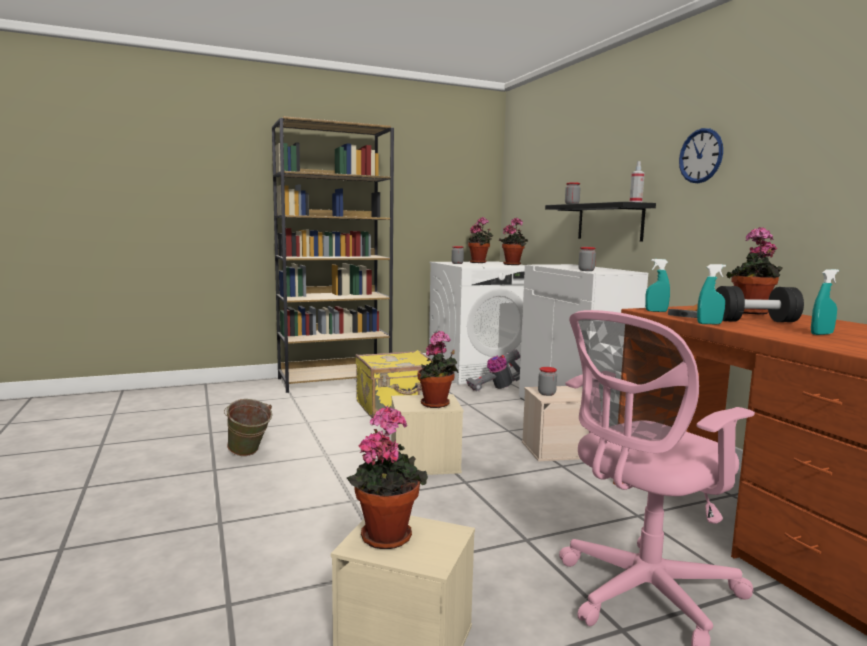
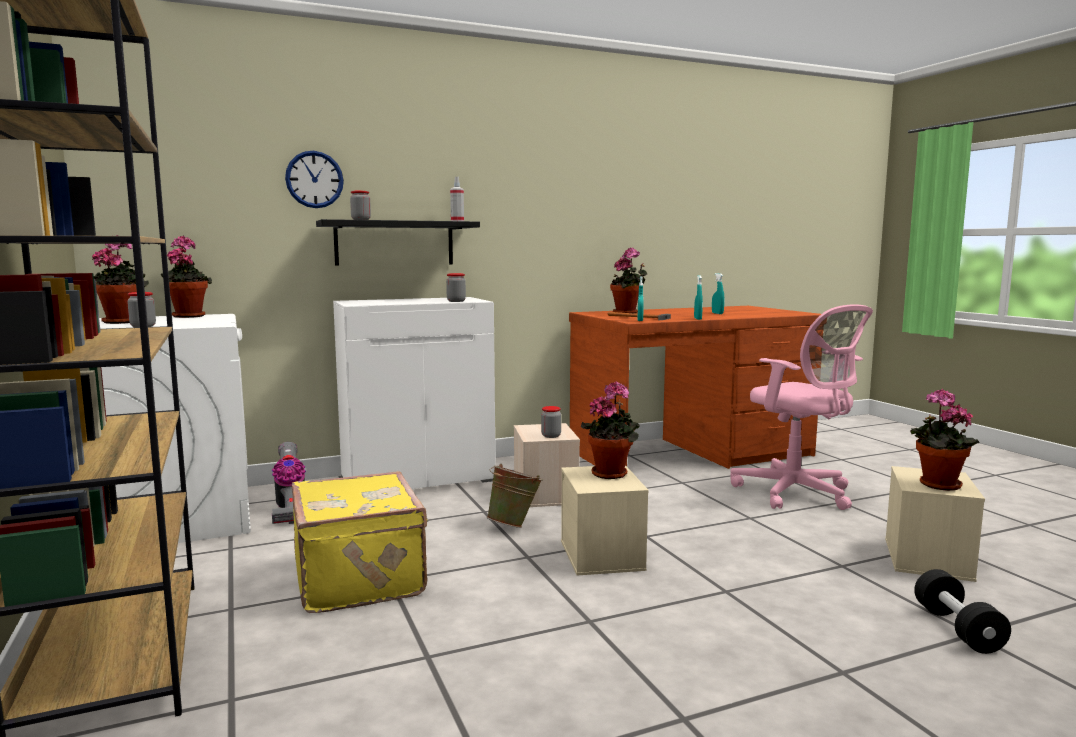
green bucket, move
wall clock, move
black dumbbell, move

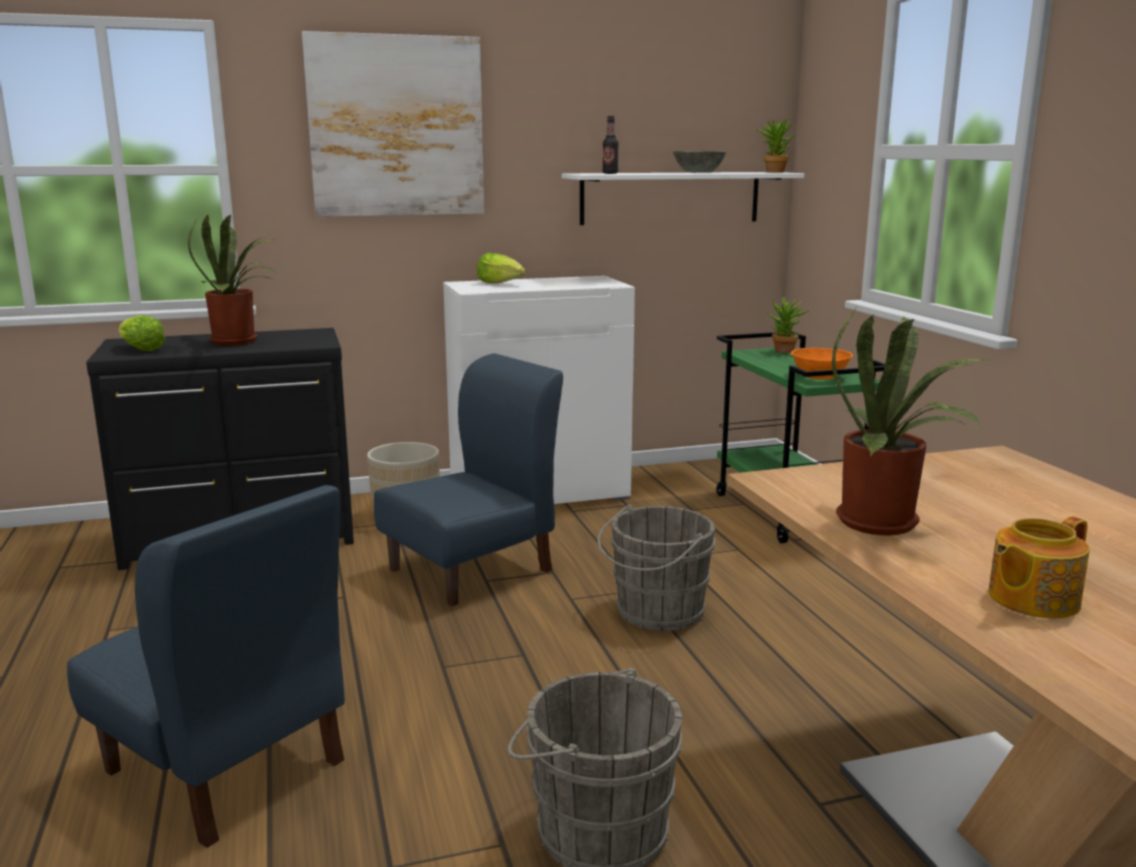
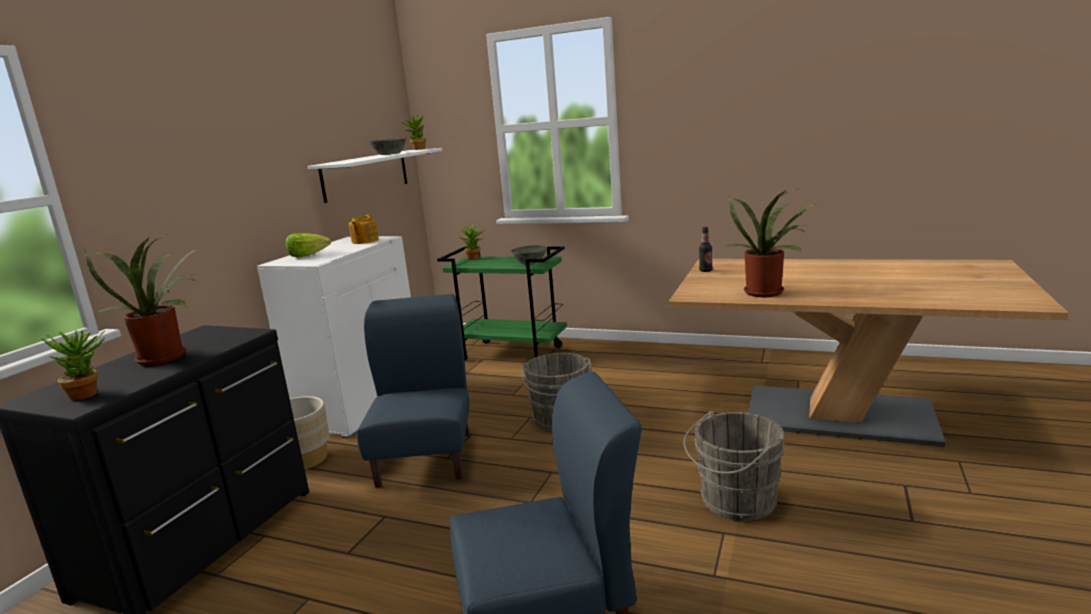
lettuce (1st from left) → potted plant (1st from left)
picture → -
bottle, move
orange bowl → grey bowl (2nd from left)
teapot, move

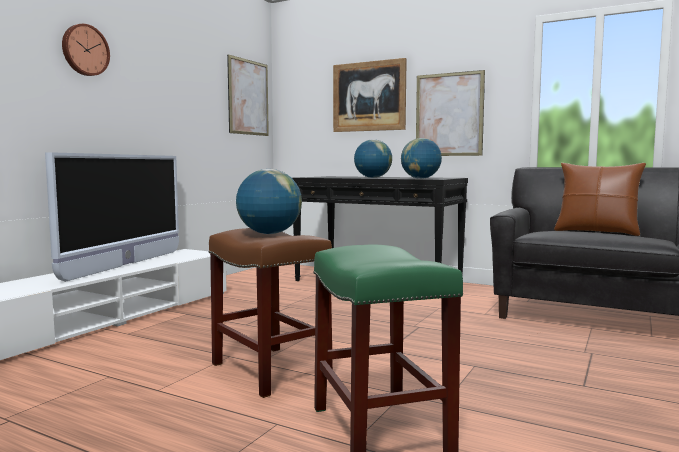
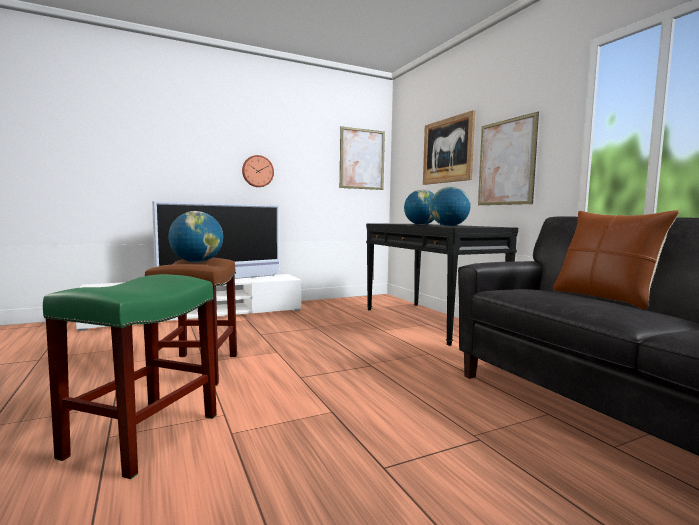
wall clock, move

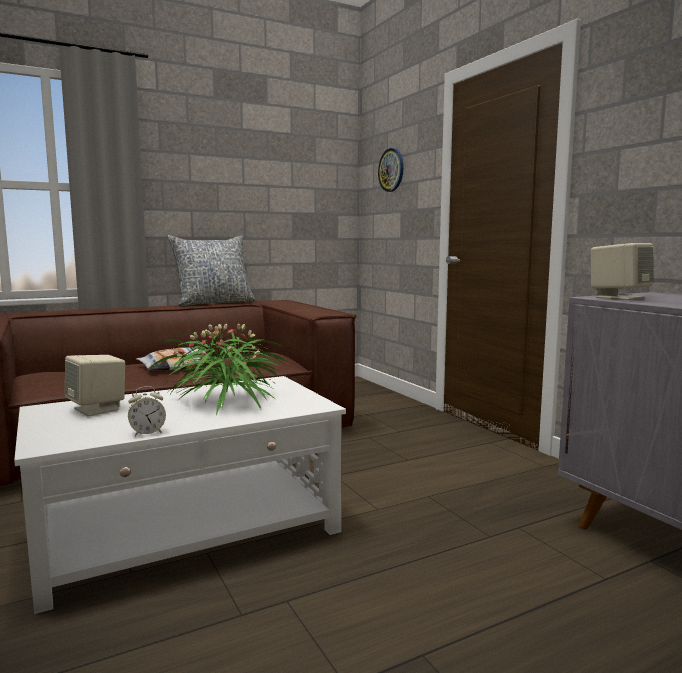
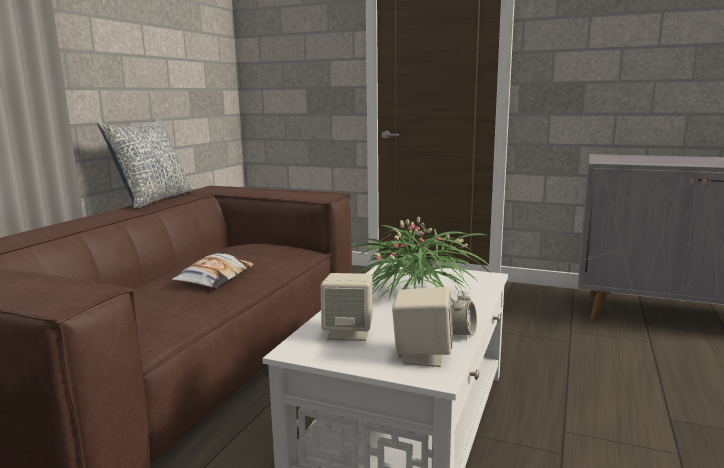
wall clock → -
beige speaker (2nd from left), move

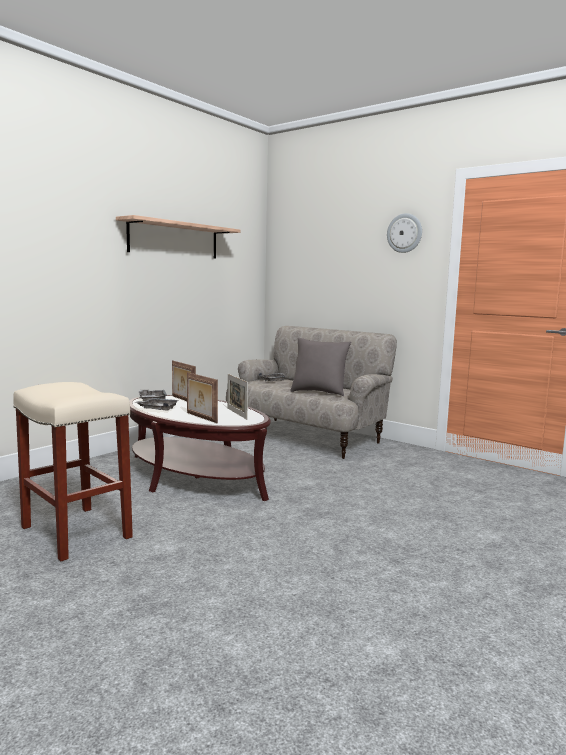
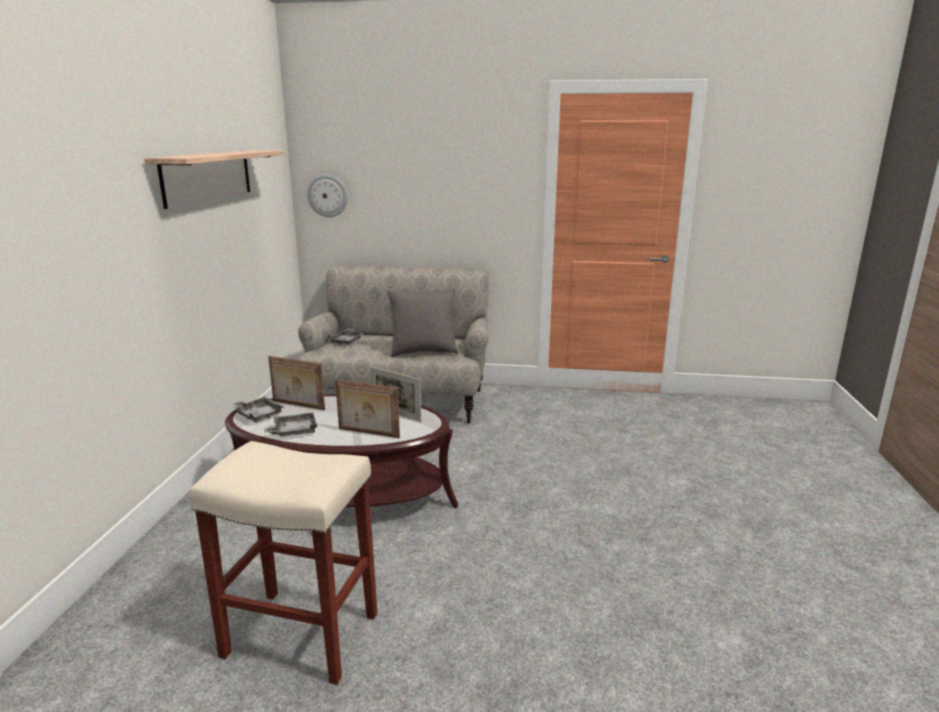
wall clock, move

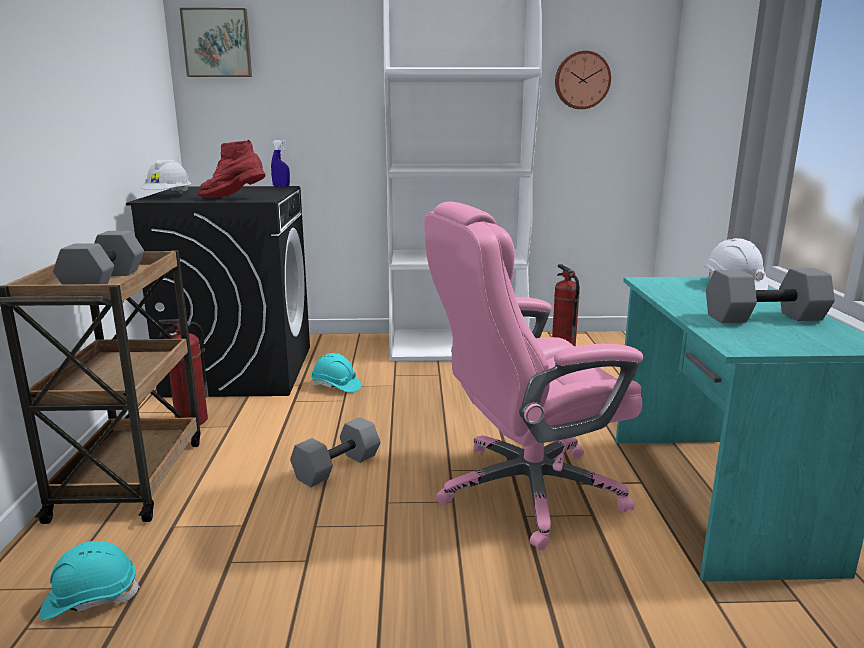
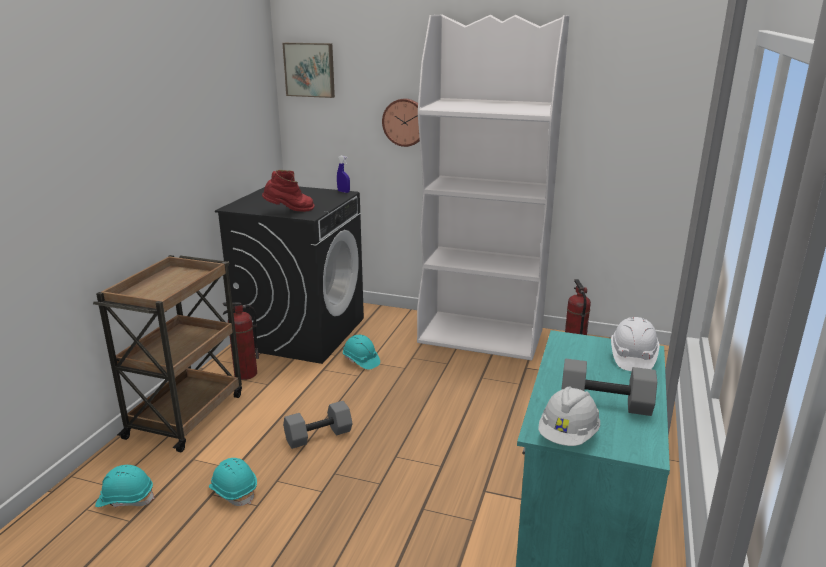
grey dumbbell (1st from left) → -
white hard hat (1st from left), move
red boot, 135 degrees clockwise
pink office chair → -
wall clock, move
- → turquoise hard hat (2nd from left)

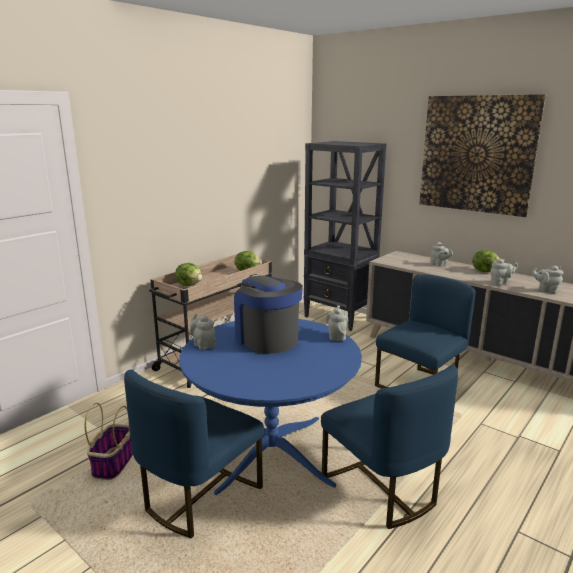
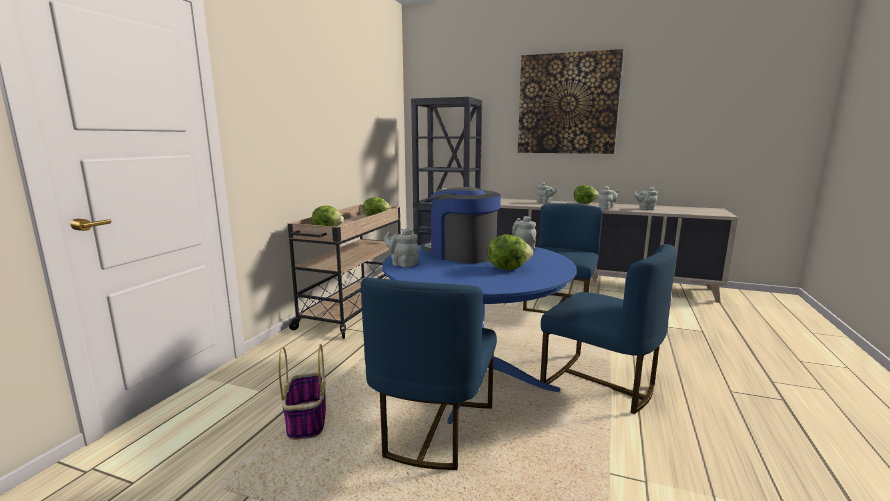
- → lettuce (3rd from left)

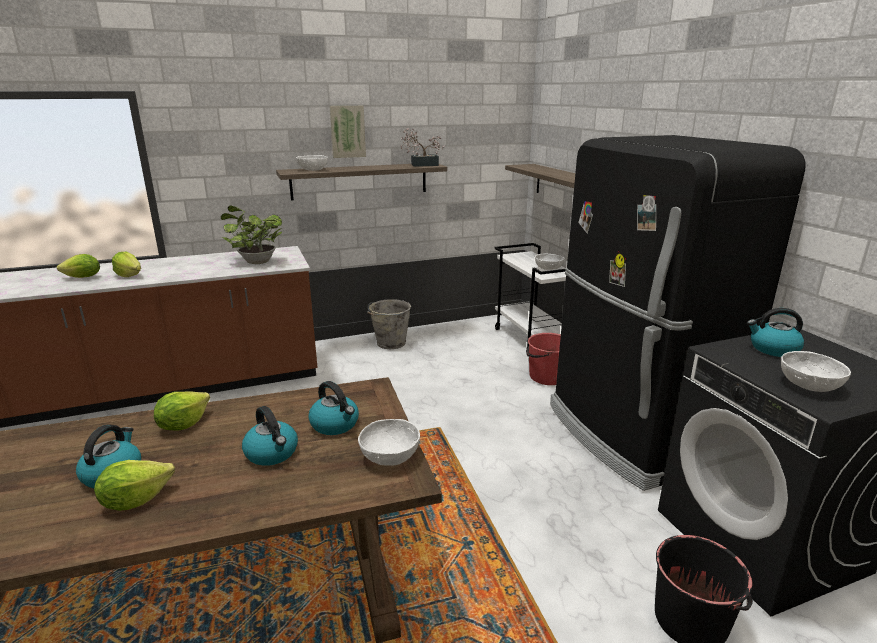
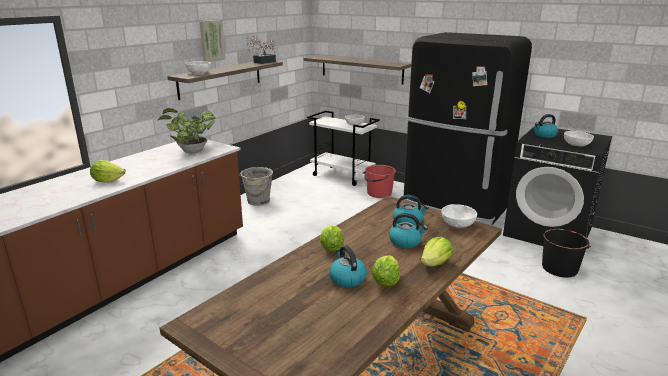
lettuce (1st from left in the first image) → lettuce (4th from left), move

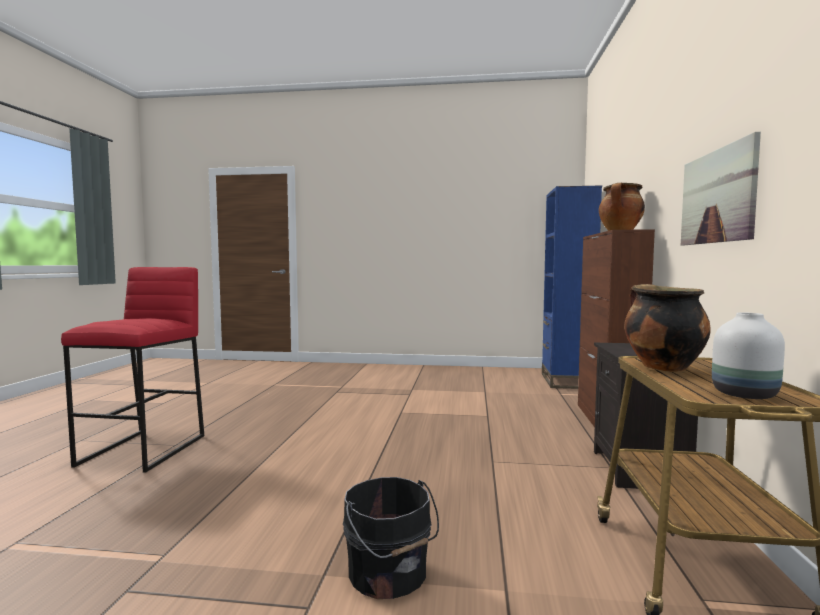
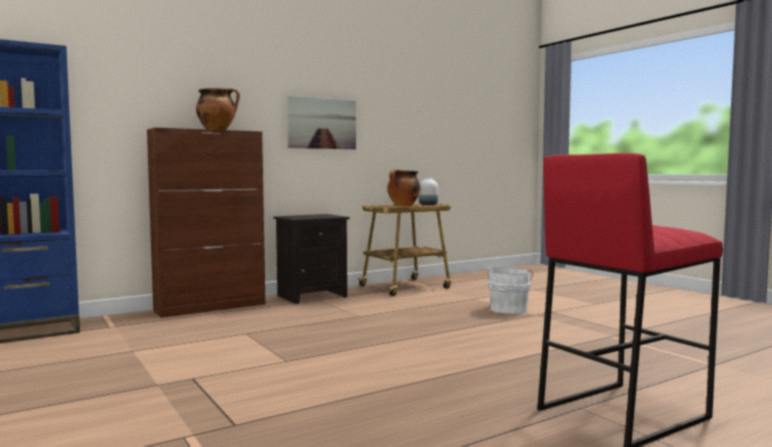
black bucket → white bucket

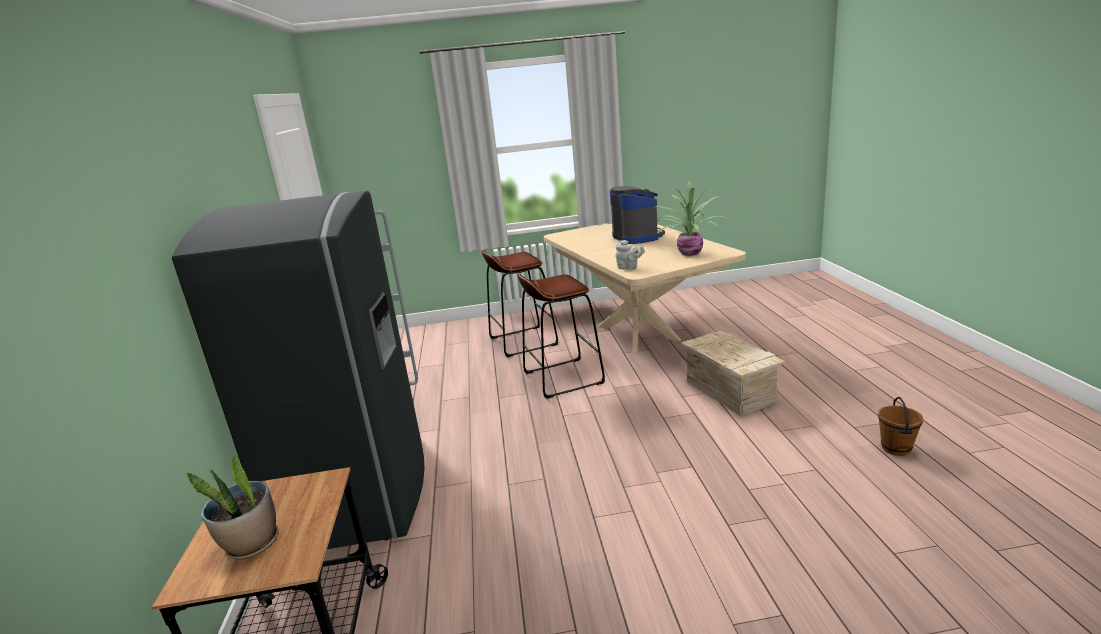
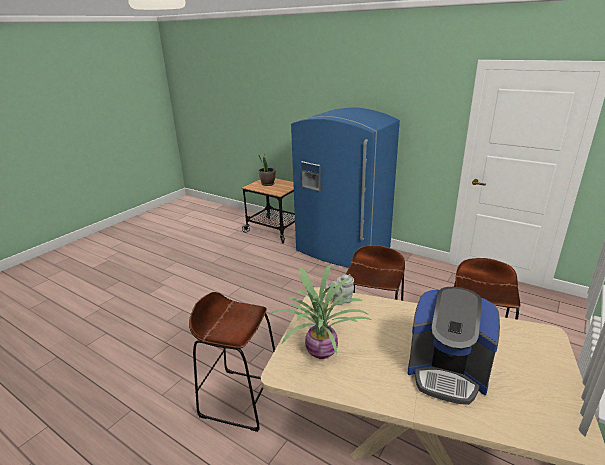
grey fridge → blue fridge
crate → brown stool (1st from left)
brown bucket → -

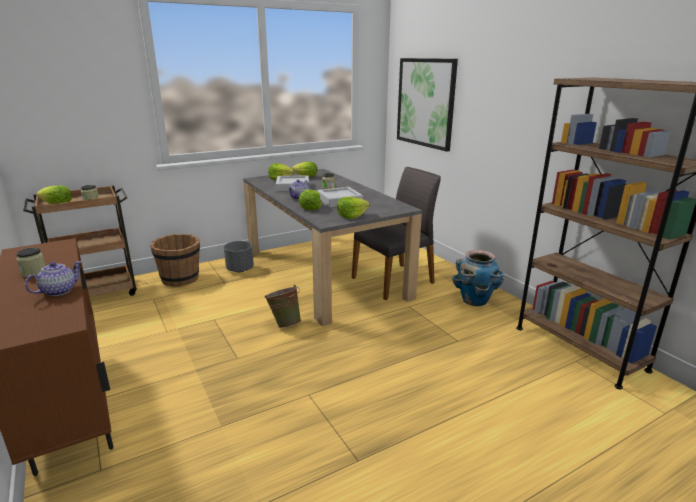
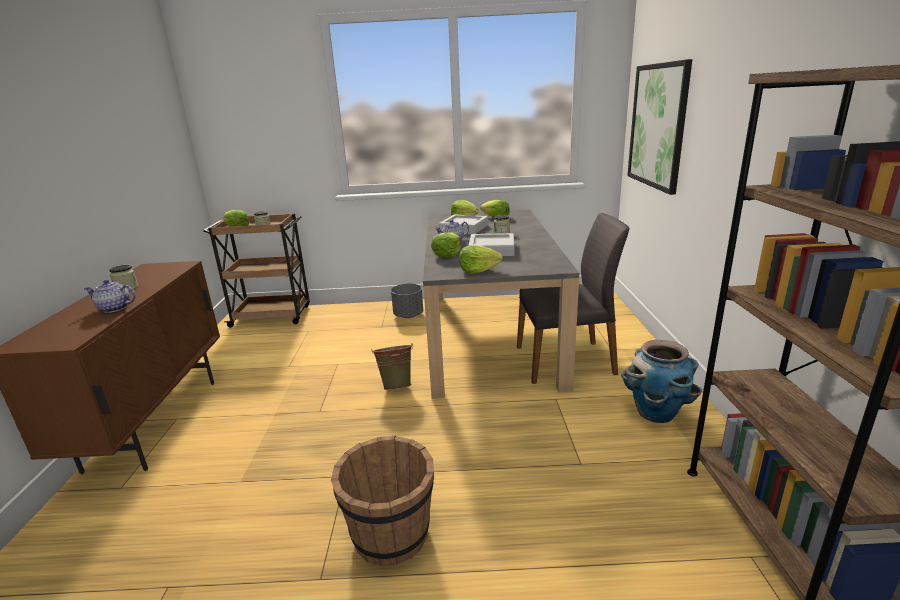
teapot (1st from left), 150 degrees counterclockwise
brown bucket, move

